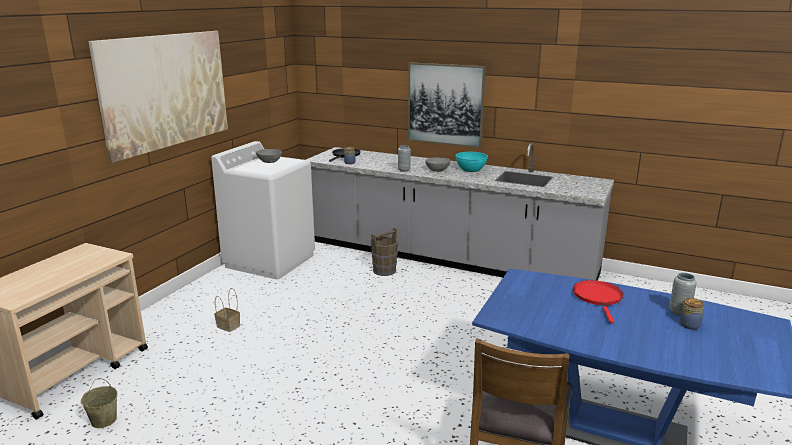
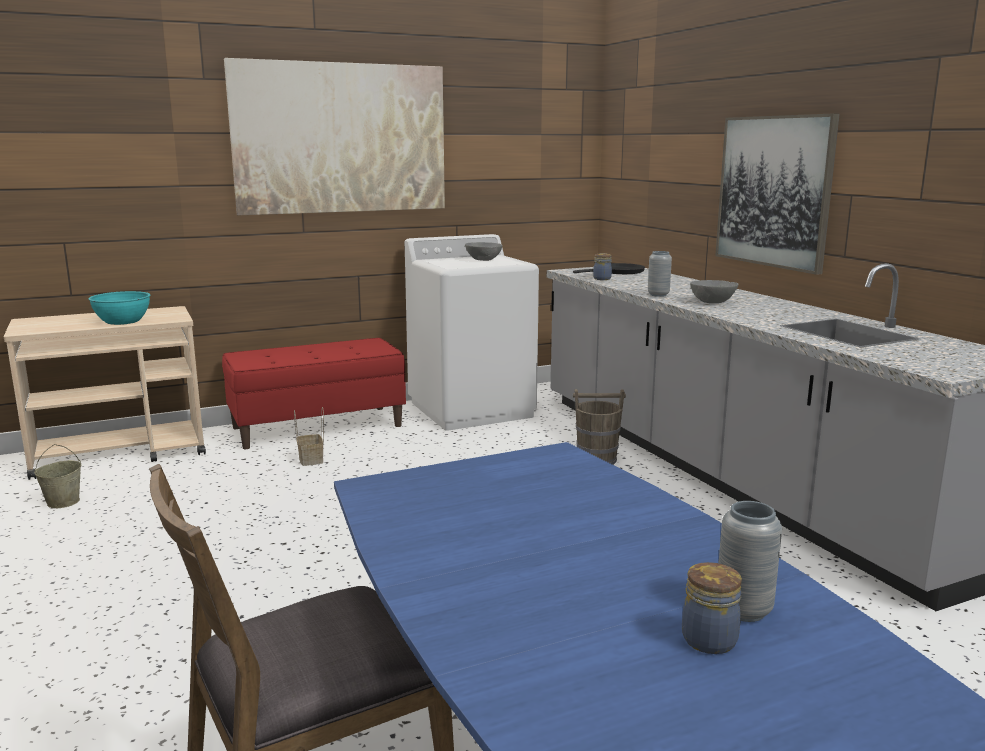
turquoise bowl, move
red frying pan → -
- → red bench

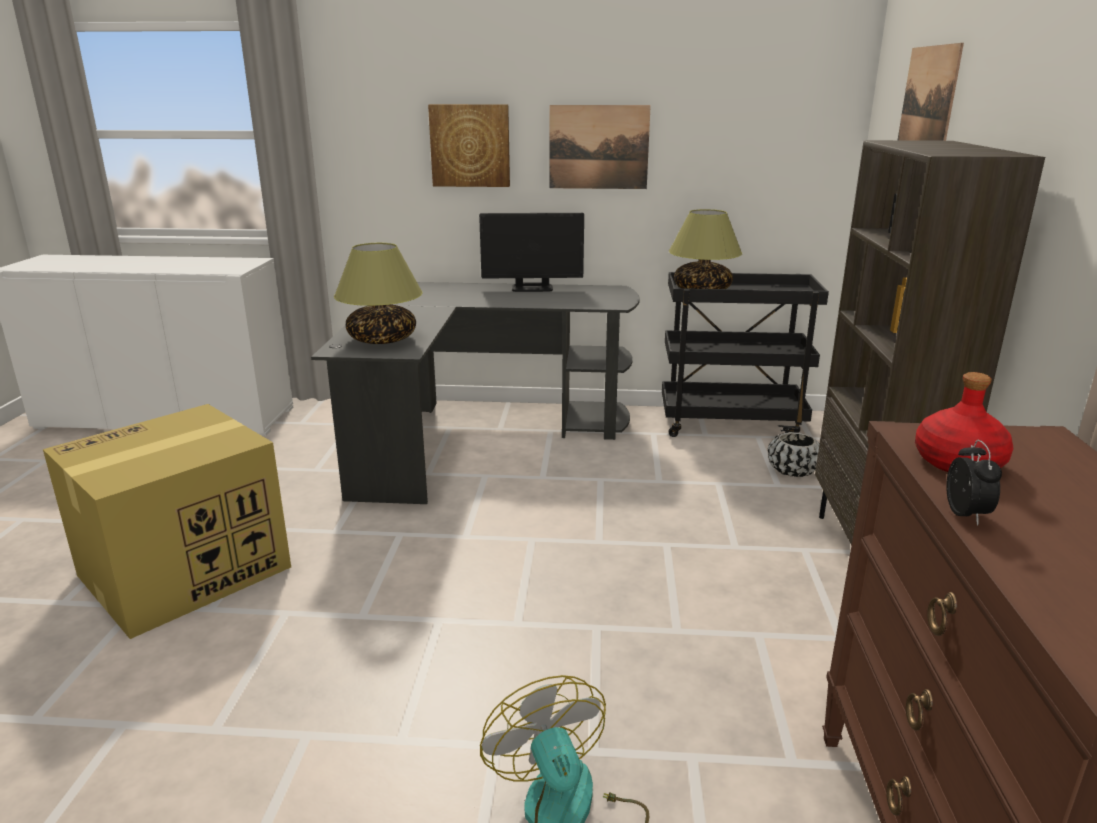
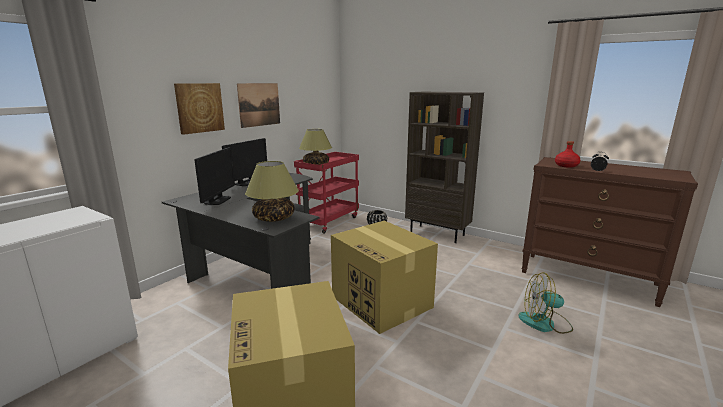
black cart → red cart
picture (3rd from left) → -
- → monitor (1st from left)
- → cardboard box (2nd from left)

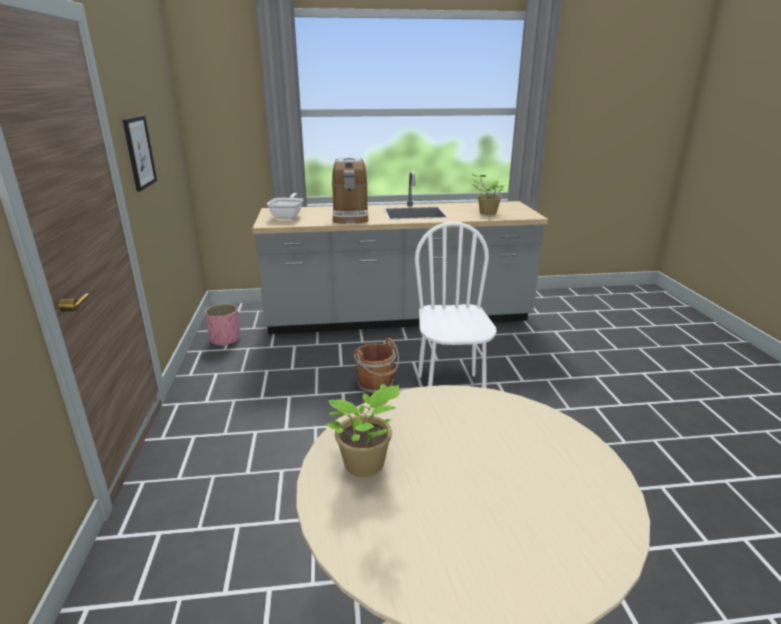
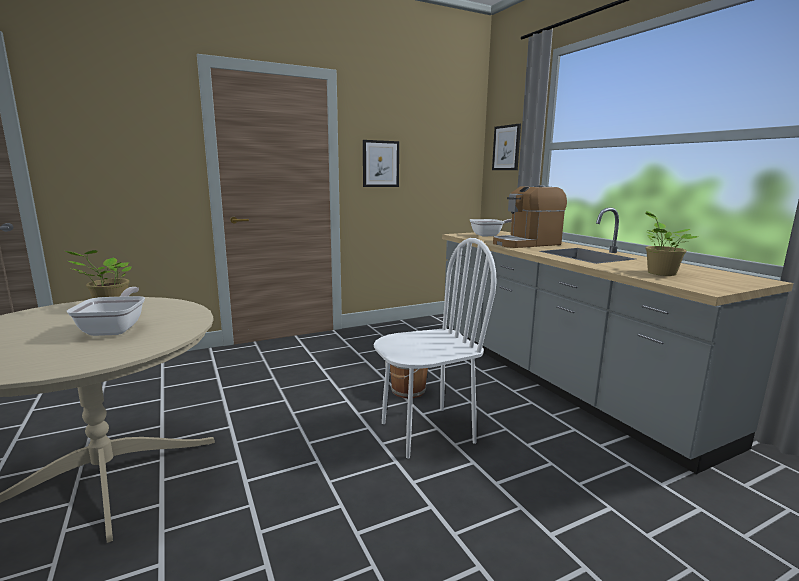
pink planter → -
- → frying pan (1st from left)
- → picture (2nd from left)

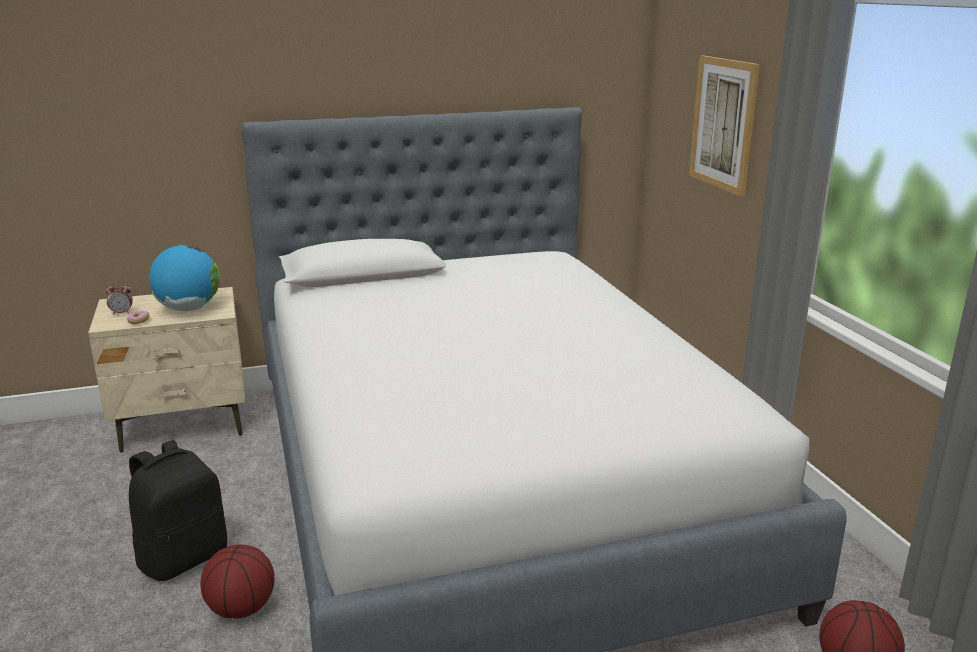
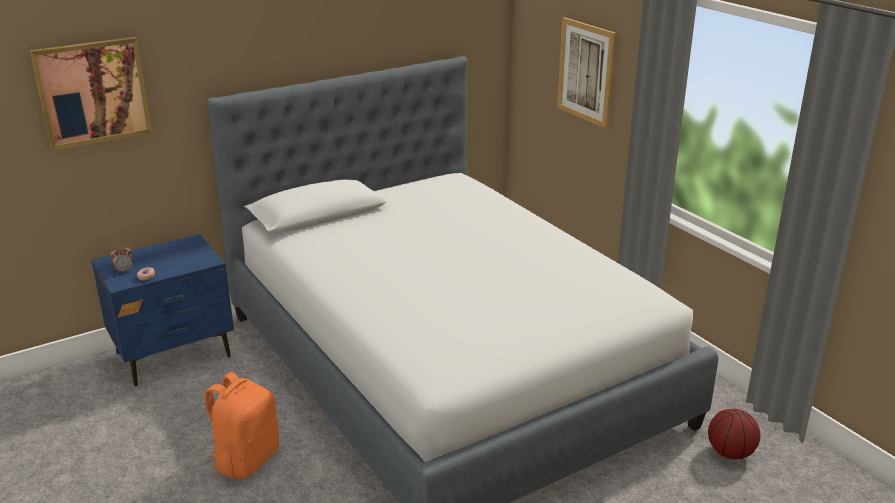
beige nightstand → blue nightstand
black backpack → orange backpack
globe → -
basketball (1st from left) → -
- → picture (1st from left)

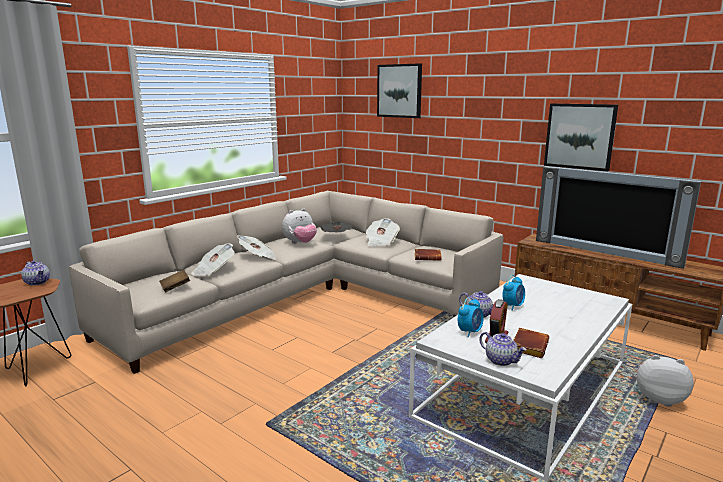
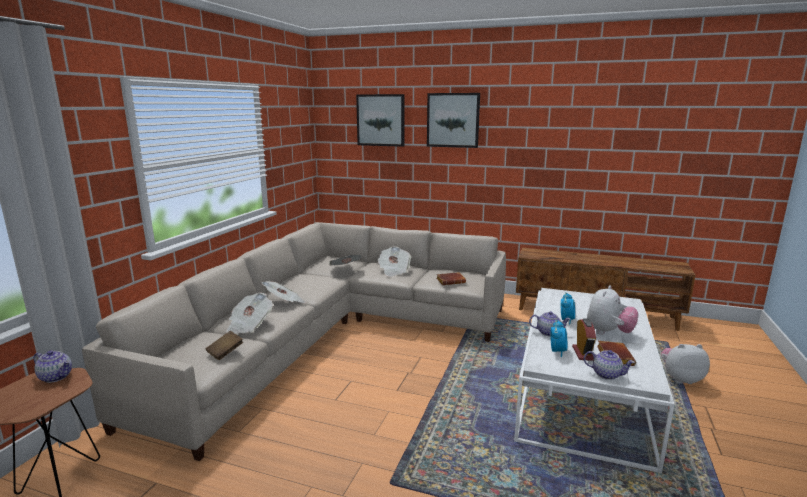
plush toy (1st from left), move
television → -
picture (2nd from left), move

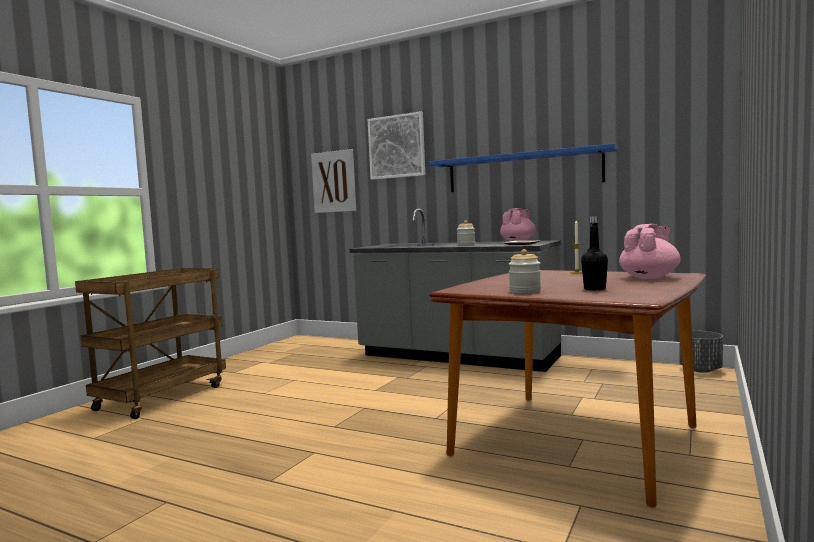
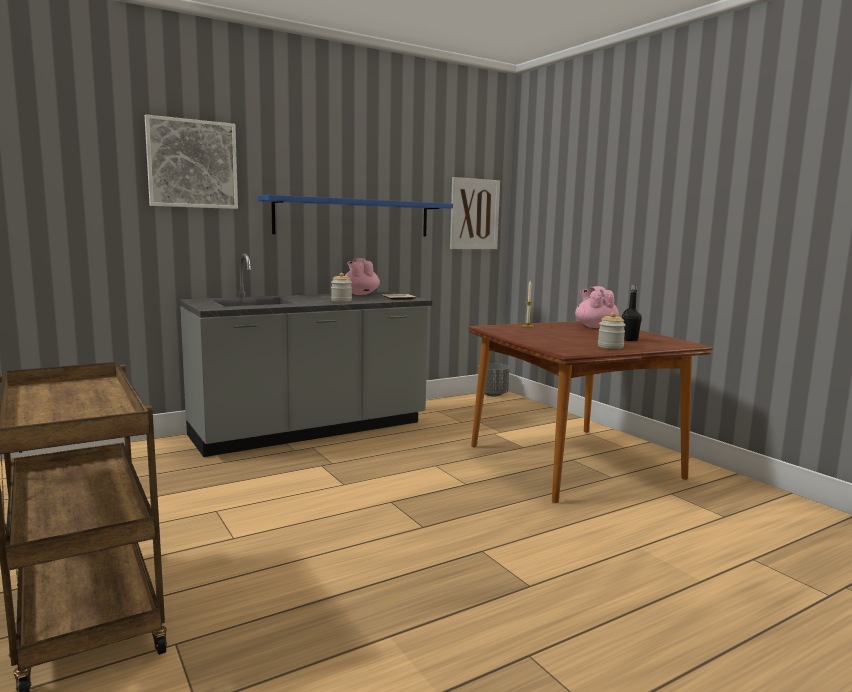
picture (1st from left in the first image) → picture (2nd from left), move

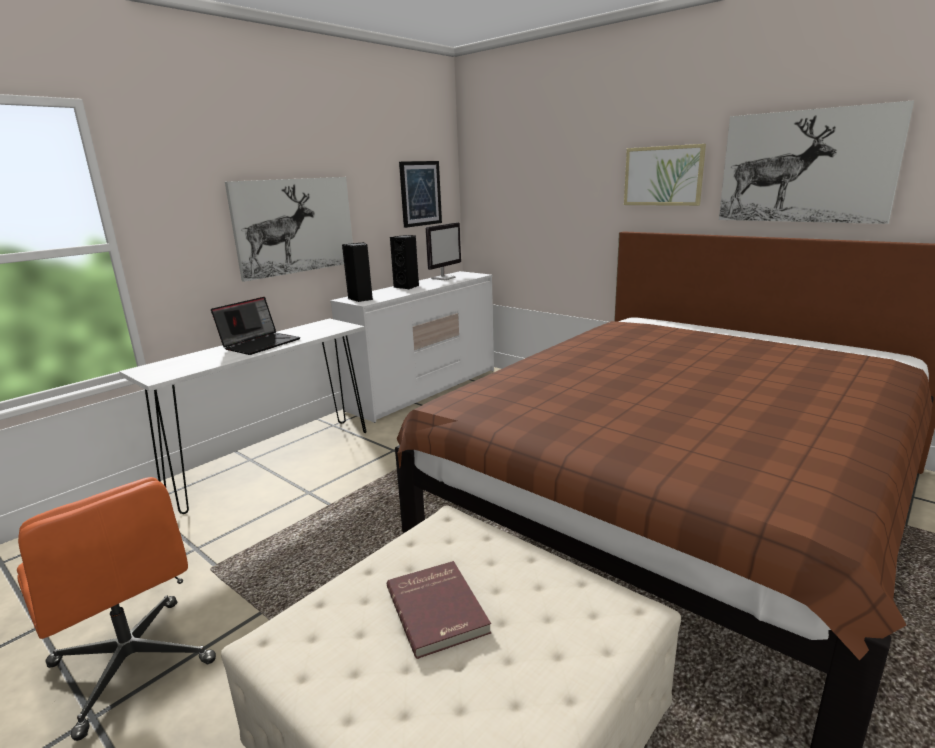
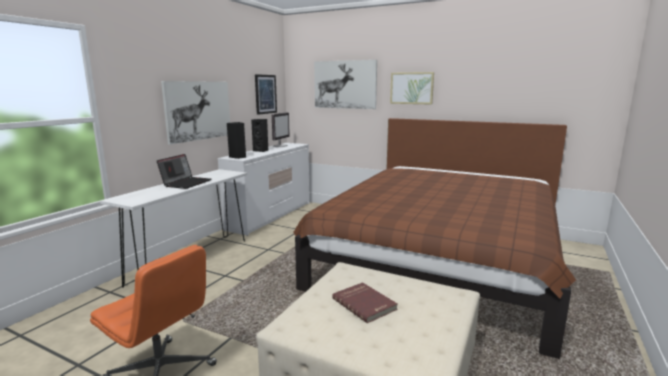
picture (4th from left in the first image) → picture (3rd from left), move

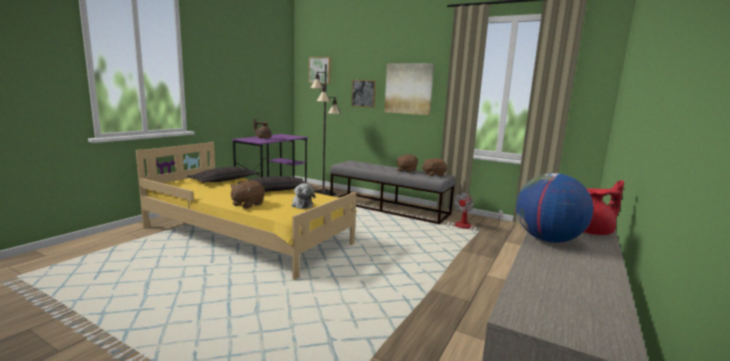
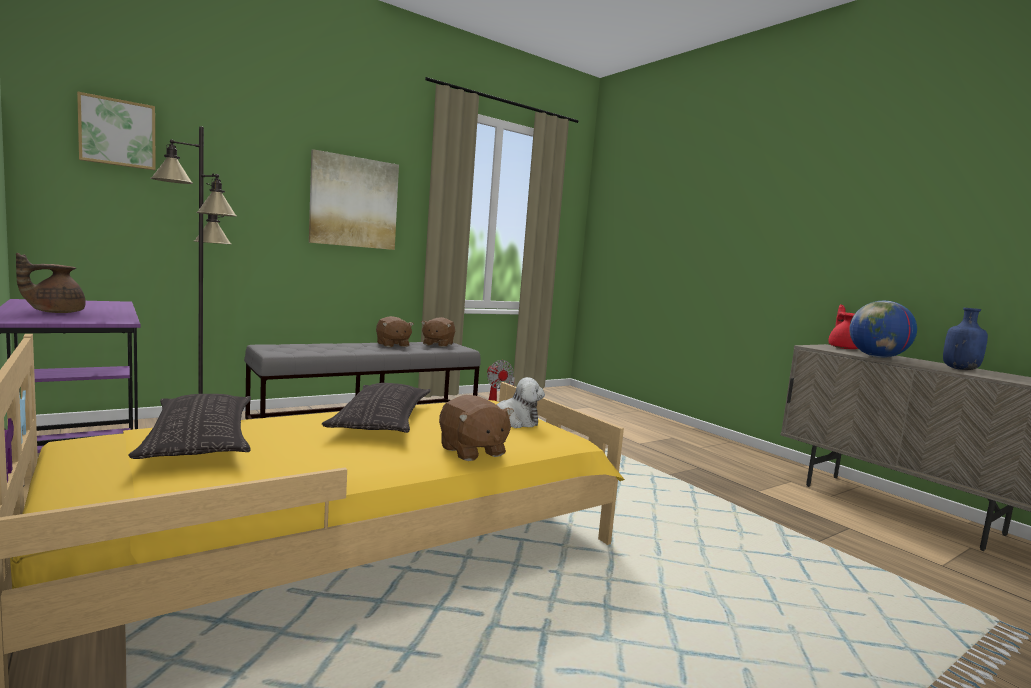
picture (2nd from left) → -
- → blue bottle

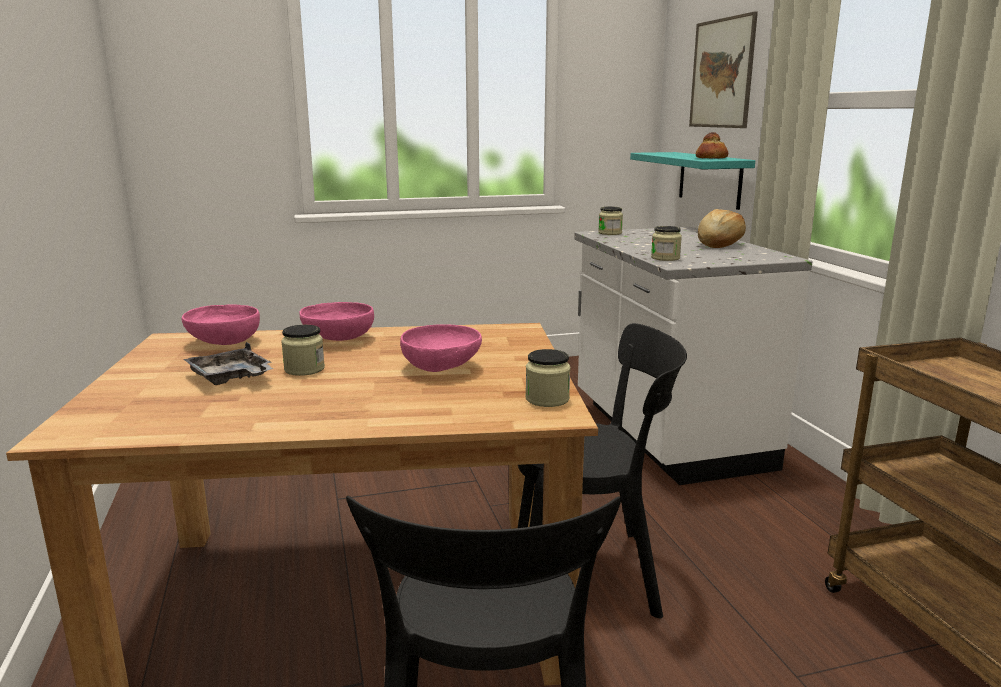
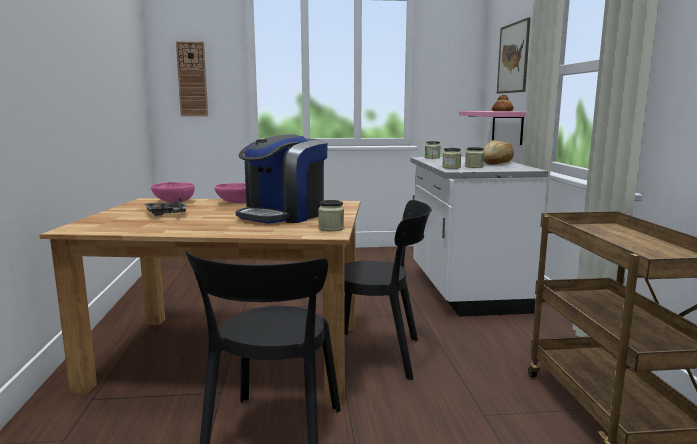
jar (1st from left in the first image) → jar (4th from left), move
pink bowl (3rd from left) → coffee machine
turquoise shelf → pink shelf
- → wall clock

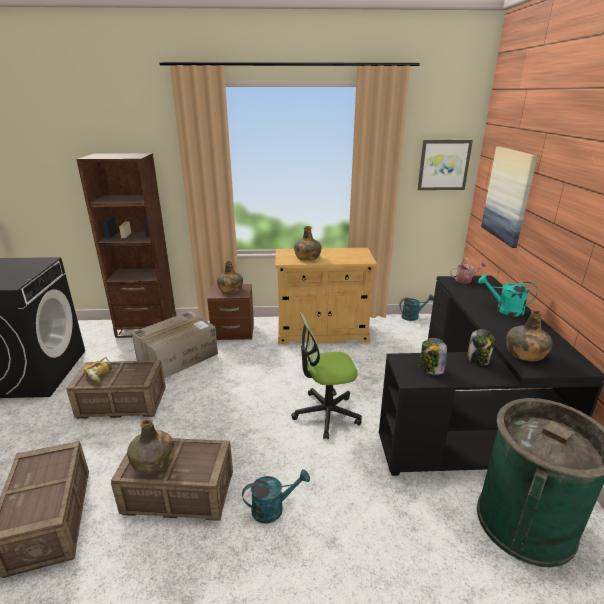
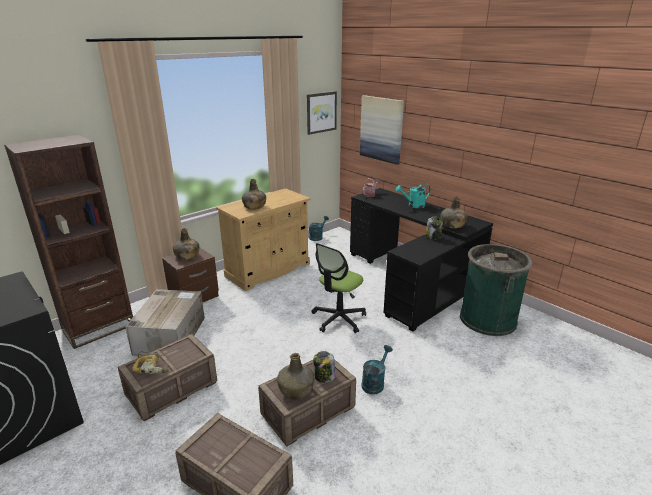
jar (1st from left), move

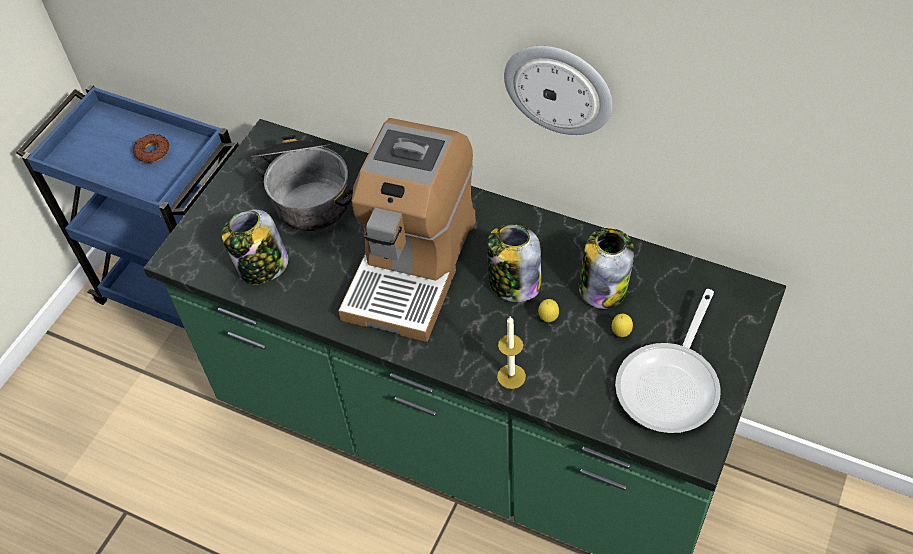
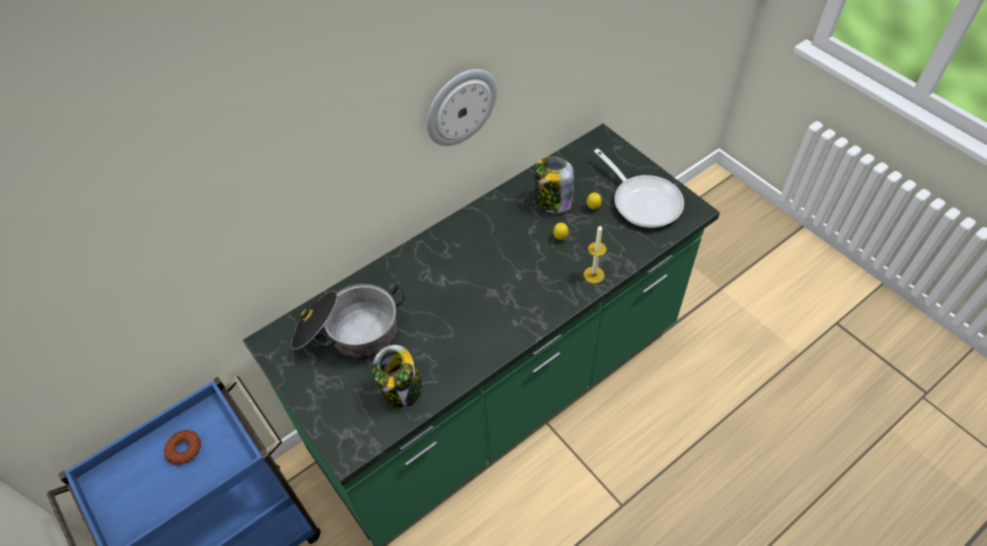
coffee machine → -
jar (2nd from left) → -

